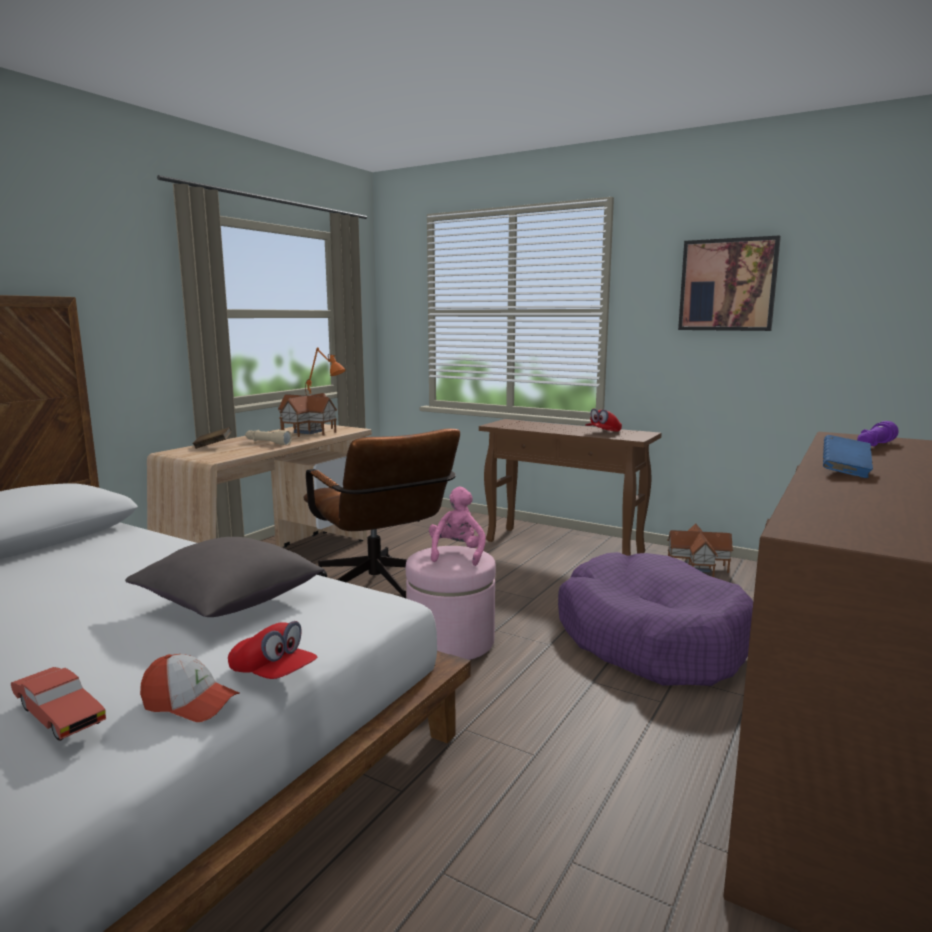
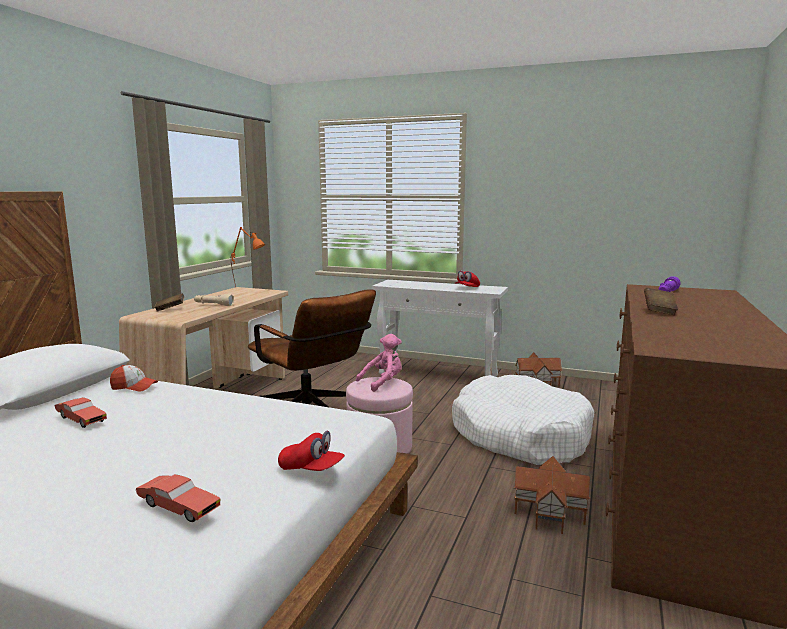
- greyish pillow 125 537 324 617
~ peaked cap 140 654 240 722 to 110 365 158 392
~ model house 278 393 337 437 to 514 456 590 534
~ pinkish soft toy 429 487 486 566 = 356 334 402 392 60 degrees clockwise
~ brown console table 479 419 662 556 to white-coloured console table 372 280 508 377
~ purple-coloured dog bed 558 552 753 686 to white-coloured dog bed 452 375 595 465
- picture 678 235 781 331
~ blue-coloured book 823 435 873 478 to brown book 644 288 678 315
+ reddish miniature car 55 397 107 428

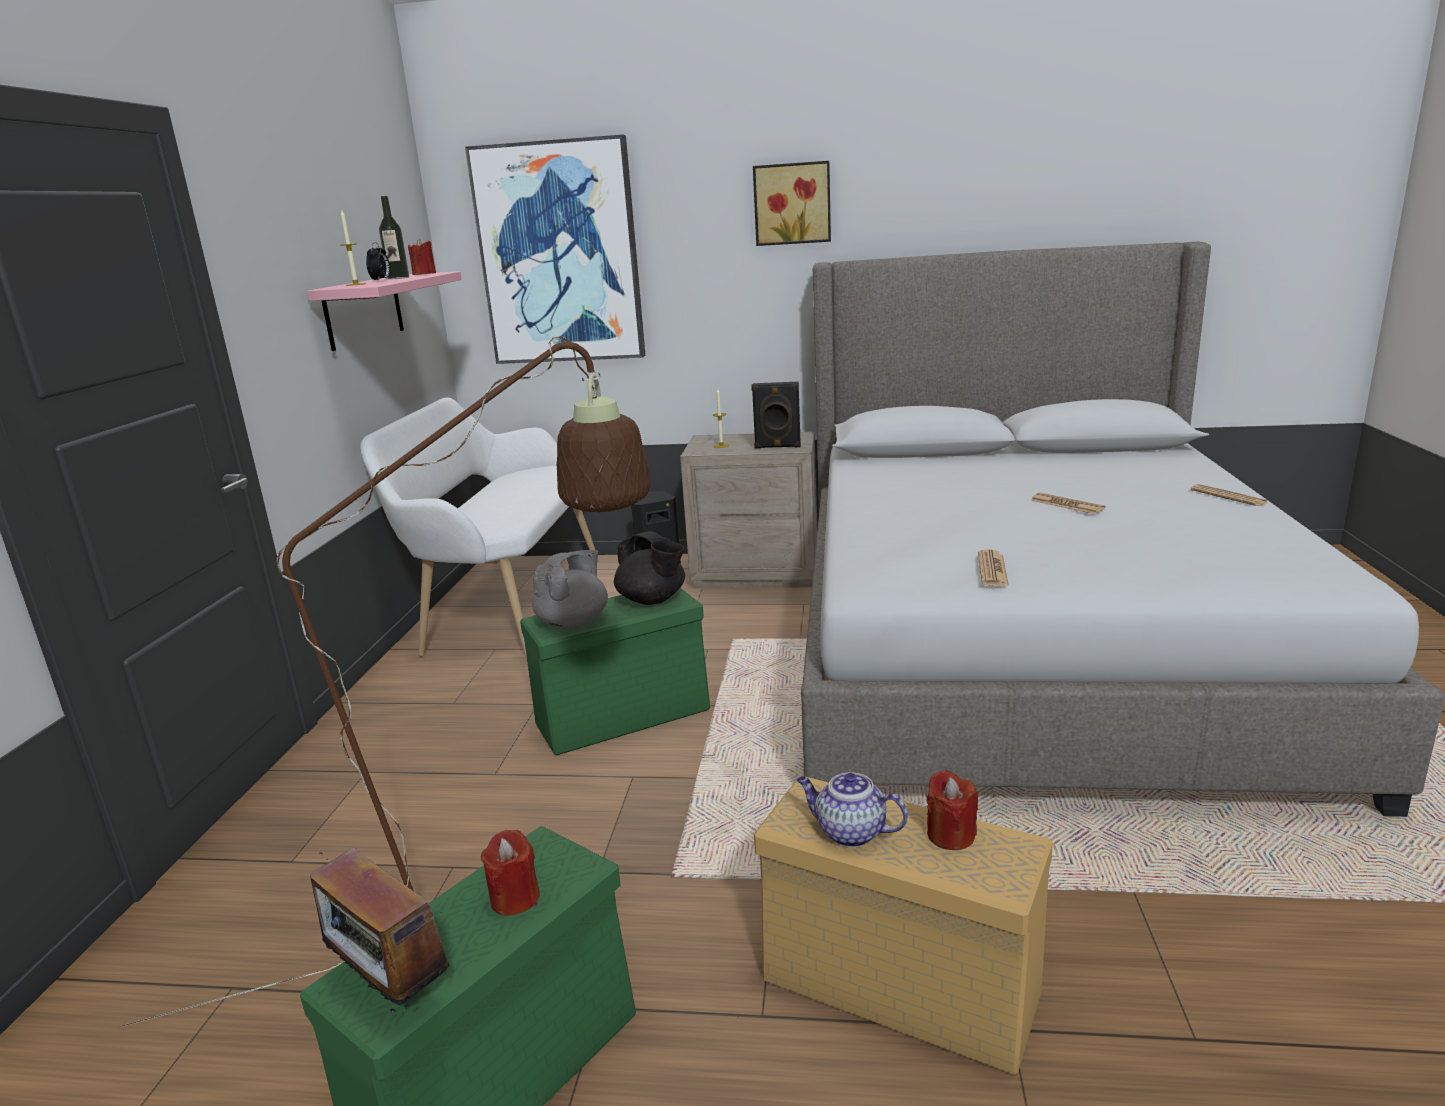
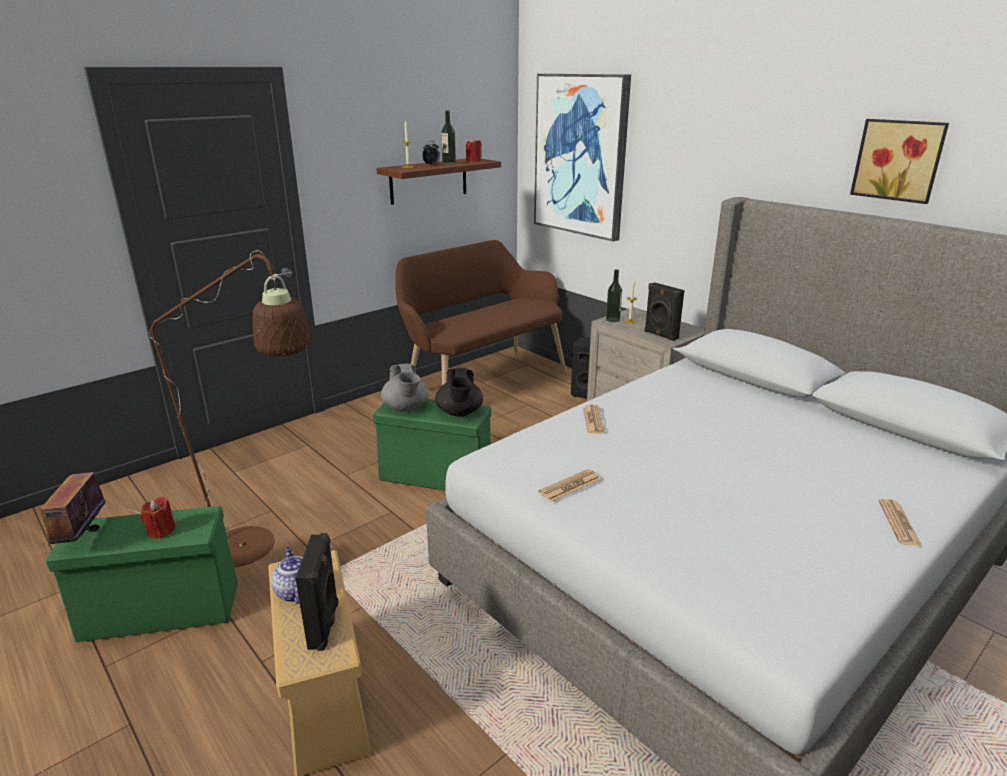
~ pinkish bracket shelf 307 271 462 351 to brown bracket shelf 376 159 501 205
~ white-coloured long seat 360 397 599 660 to brown long seat 395 240 567 385
~ greyish pot for tea 532 550 608 628 = 381 364 429 412 90 degrees clockwise
~ picture 753 161 831 246 to 850 119 949 204
~ reddish wax candle 927 770 978 850 to blackish loudspeaker 296 533 339 651
~ newspaper 1030 493 1106 514 to 583 404 605 434
+ beverage bottle 606 269 622 322

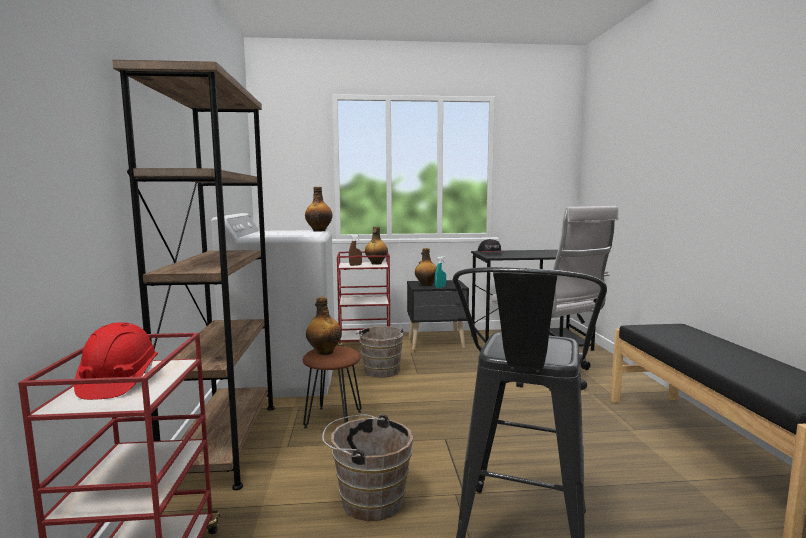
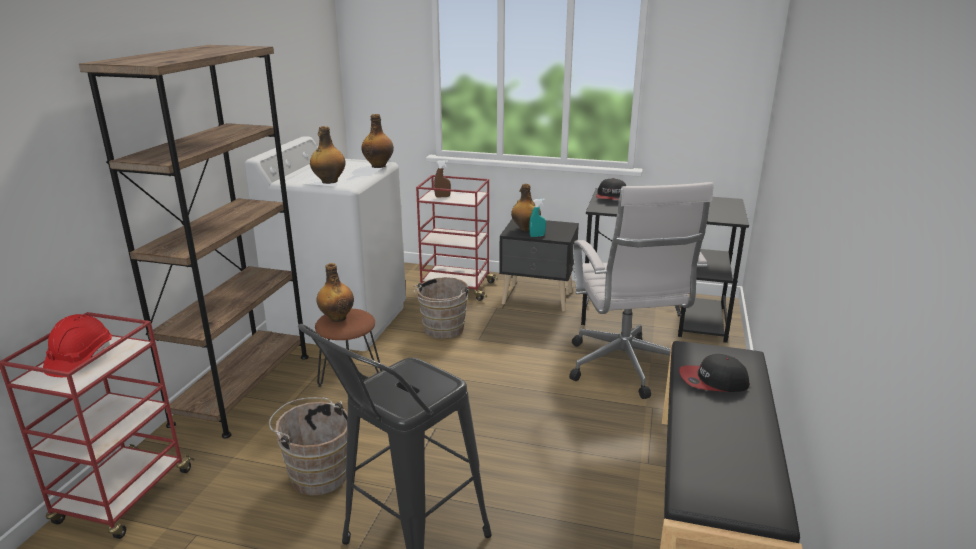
~ beverage bottle 365 227 388 265 to 310 126 346 184
+ peaked cap 679 354 750 392

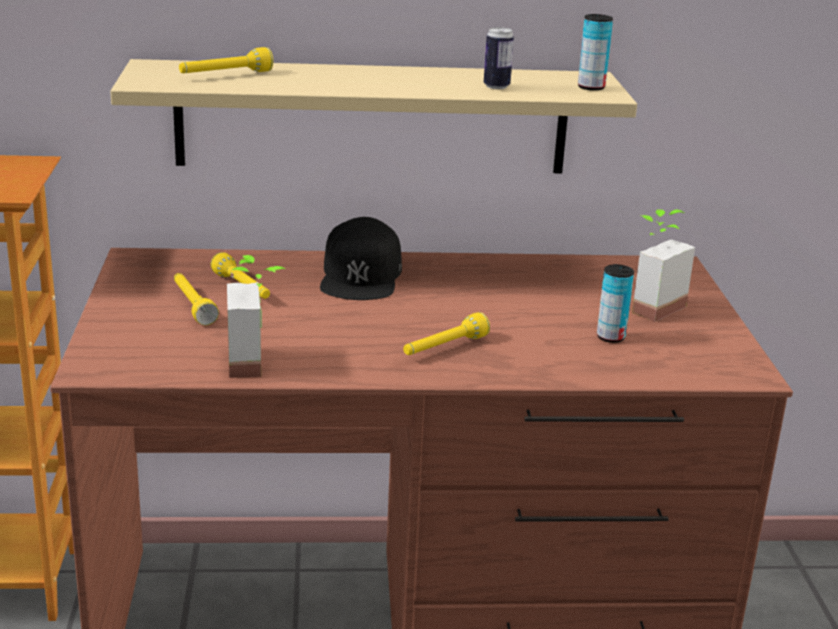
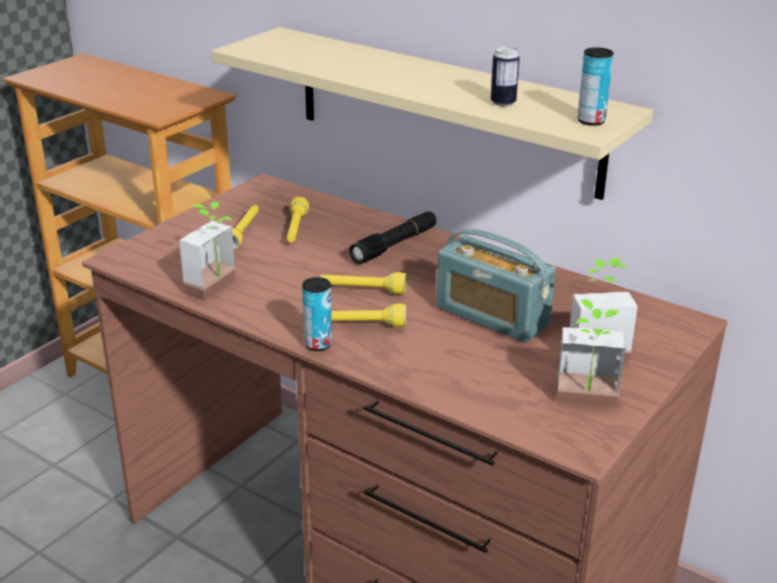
~ yellow-coloured flashlight 179 47 273 73 to 320 272 406 294
~ blackish peaked cap 320 217 402 300 to blackish flashlight 349 212 436 264
~ sealed can 597 264 634 343 to 302 277 332 351
+ radio receiver 436 229 556 343
+ plant in a pot 556 299 626 408

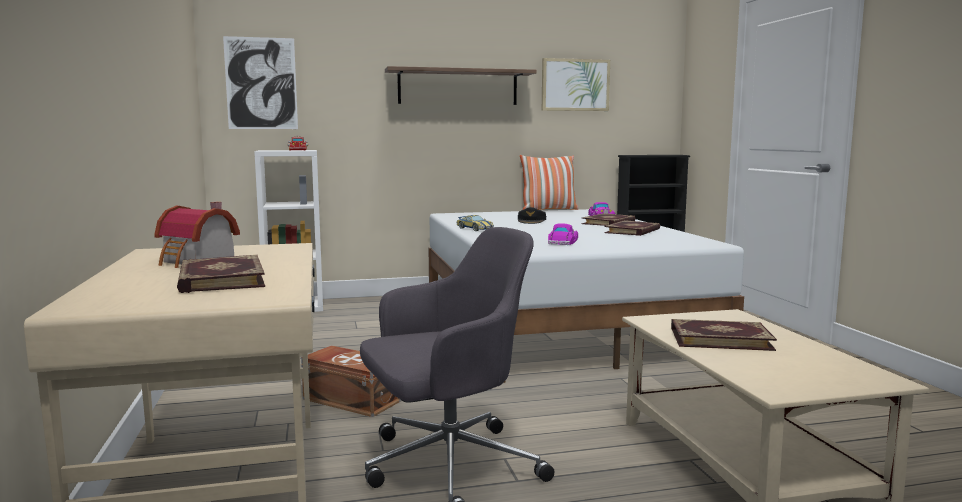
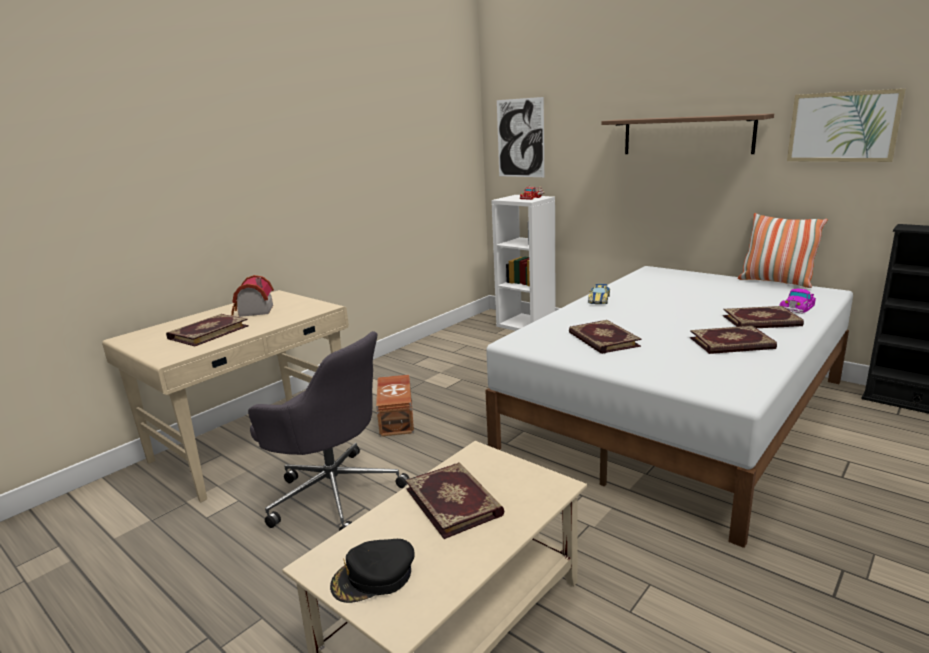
~ blackish peaked cap 518 207 546 224 to 330 539 415 603
~ miniature car 548 223 578 245 to book 569 320 641 354

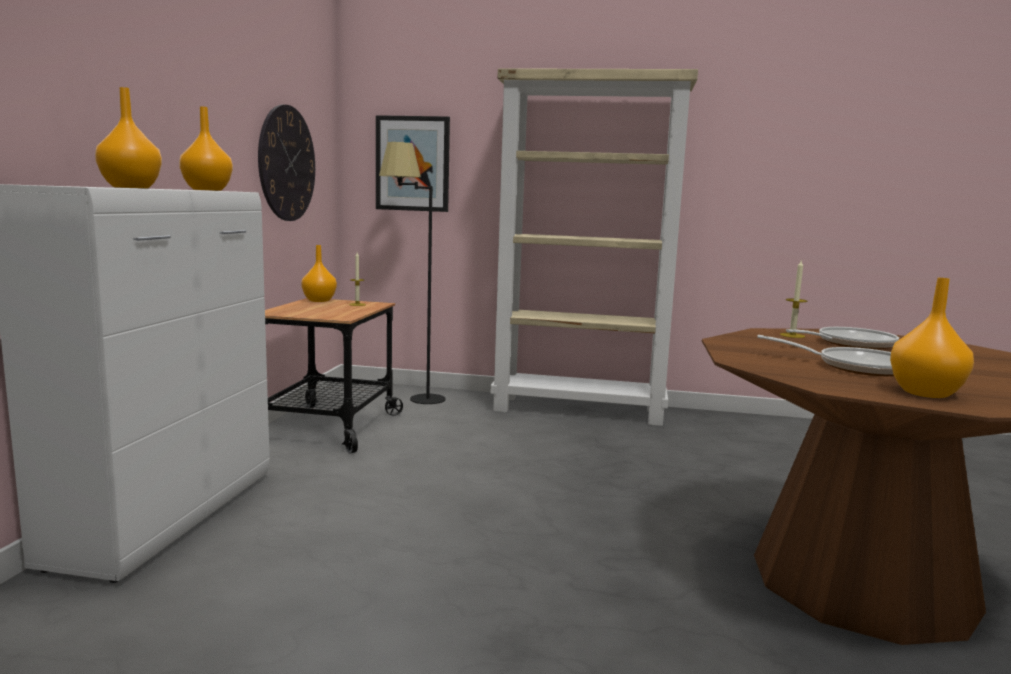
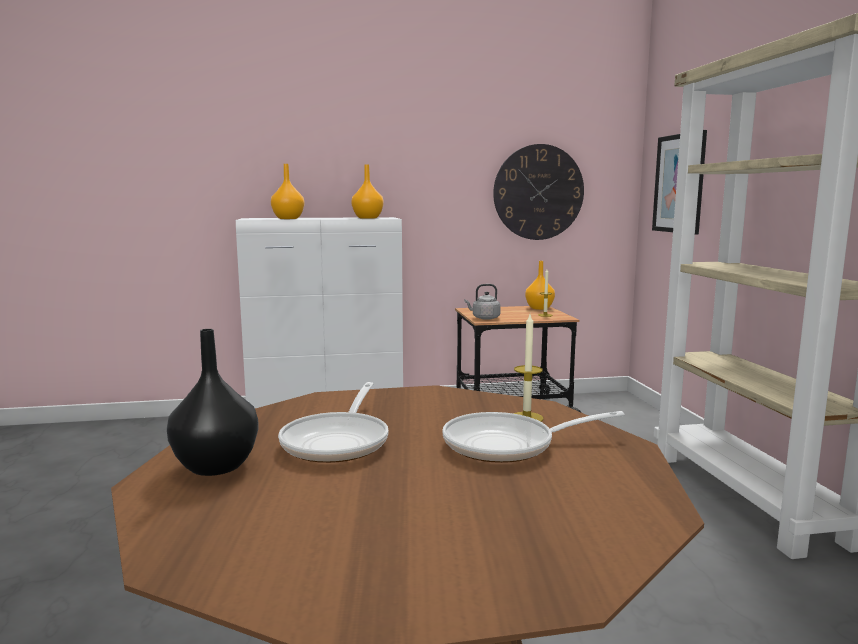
- blackish floor lamp 379 142 446 404
~ pan 786 327 899 350 = 442 411 625 463 120 degrees clockwise
~ orange decorative vase 890 278 974 398 to blackish decorative vase 167 329 259 476
+ greyish tea kettle 464 284 501 320

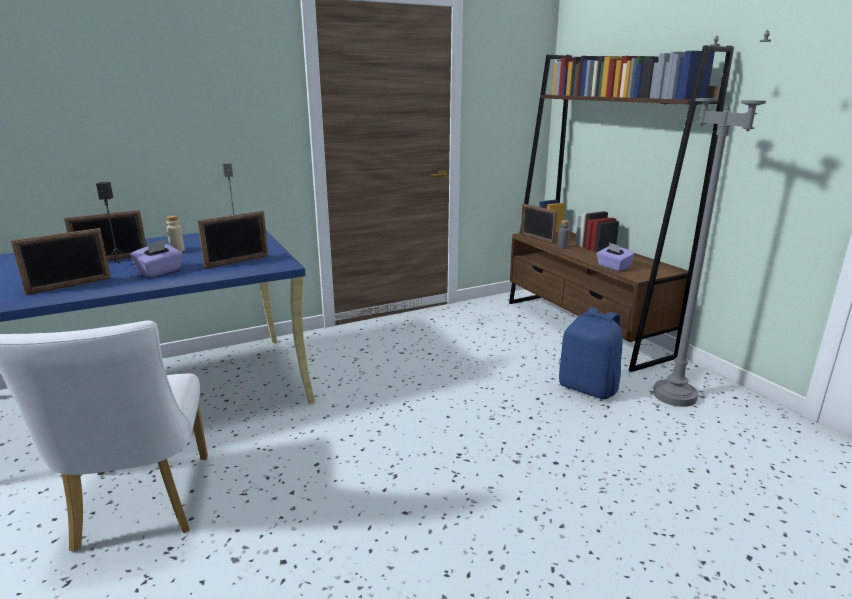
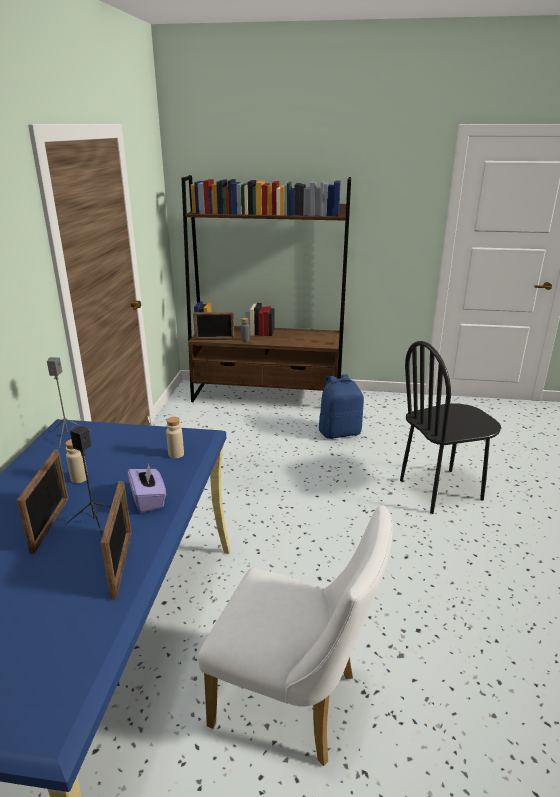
~ picture frame 197 211 268 269 to sand-coloured beverage bottle 166 417 184 459
- purple-coloured tissue box 597 242 635 271
- greyish floor lamp 653 30 771 407
+ blackish plain chair 400 341 501 514

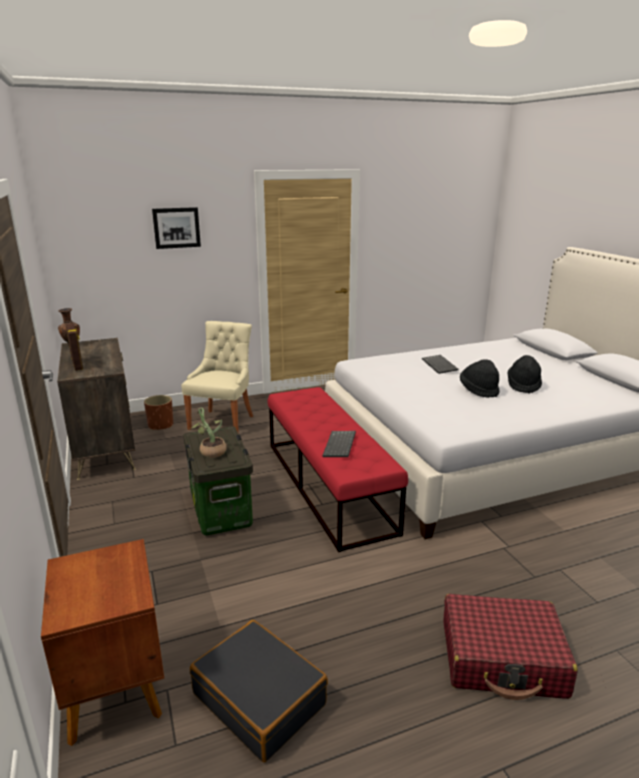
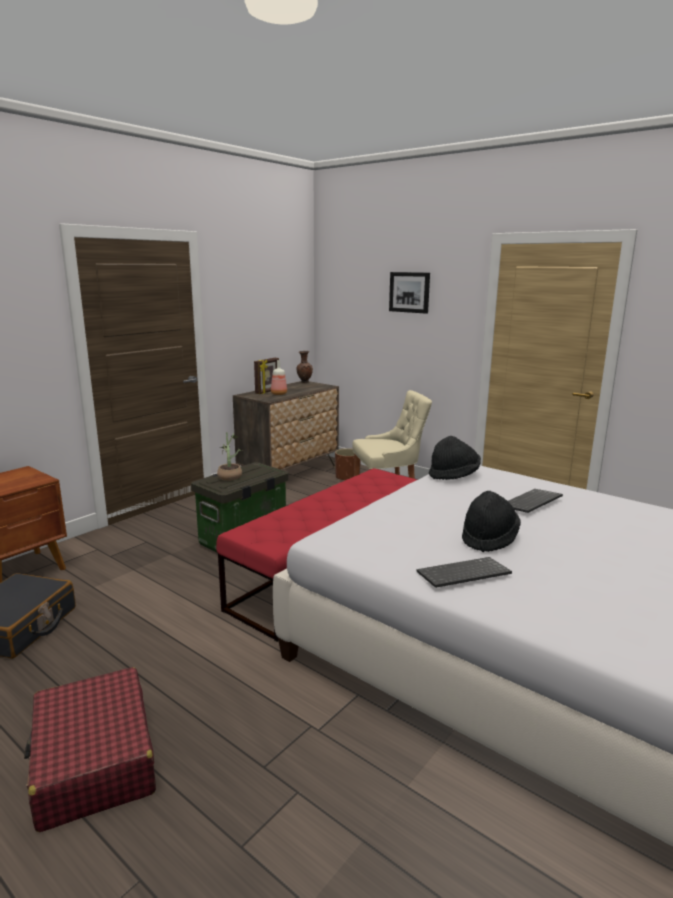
~ keyboard 322 431 356 457 to 417 557 512 588
~ blackish hat 508 355 542 394 to 429 436 481 480
+ beverage bottle 271 360 287 395

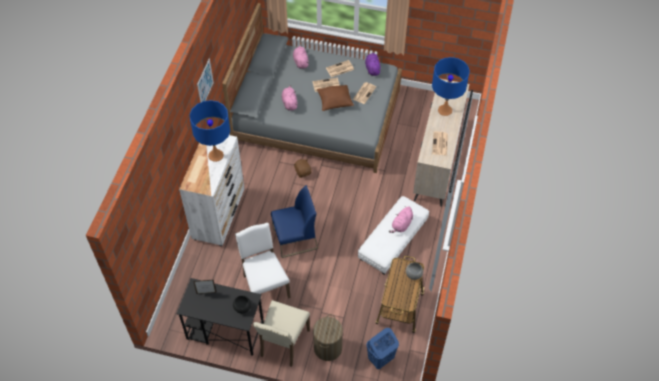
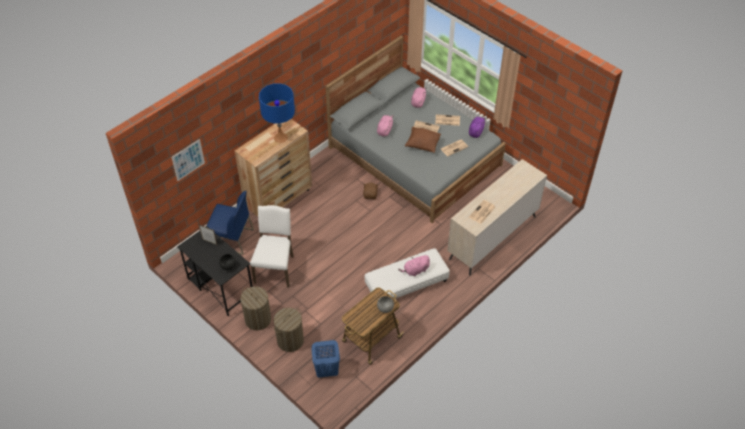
~ white-coloured drawer chest 179 135 245 246 to brown drawer chest 234 119 312 217
~ picture 197 58 214 103 to 172 139 205 181
~ sand-coloured plain chair 253 300 310 367 to laundry basket 240 286 271 330
~ blue-coloured plain chair 271 185 318 258 to 207 191 254 255
- blue-coloured table lamp 432 57 470 116

